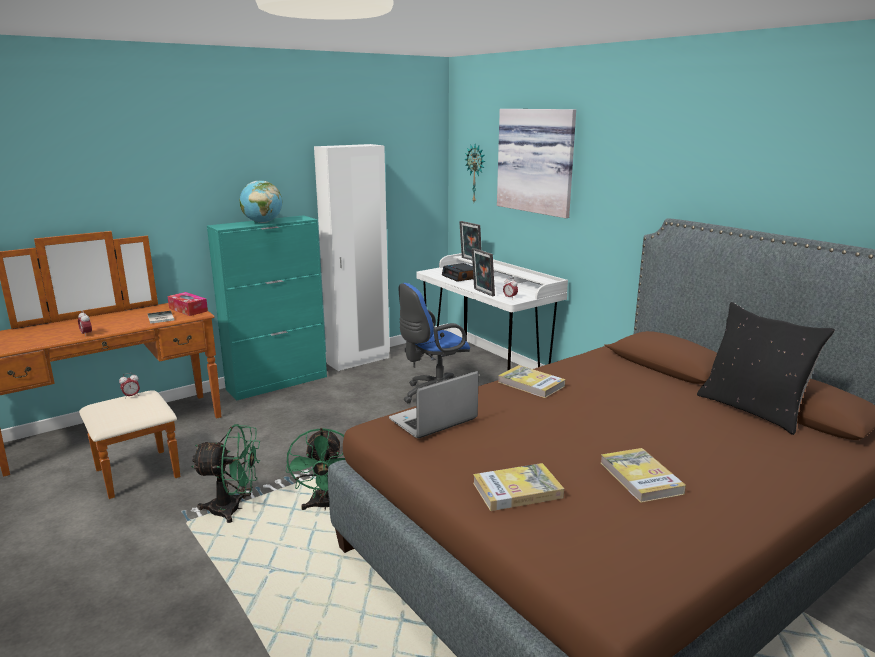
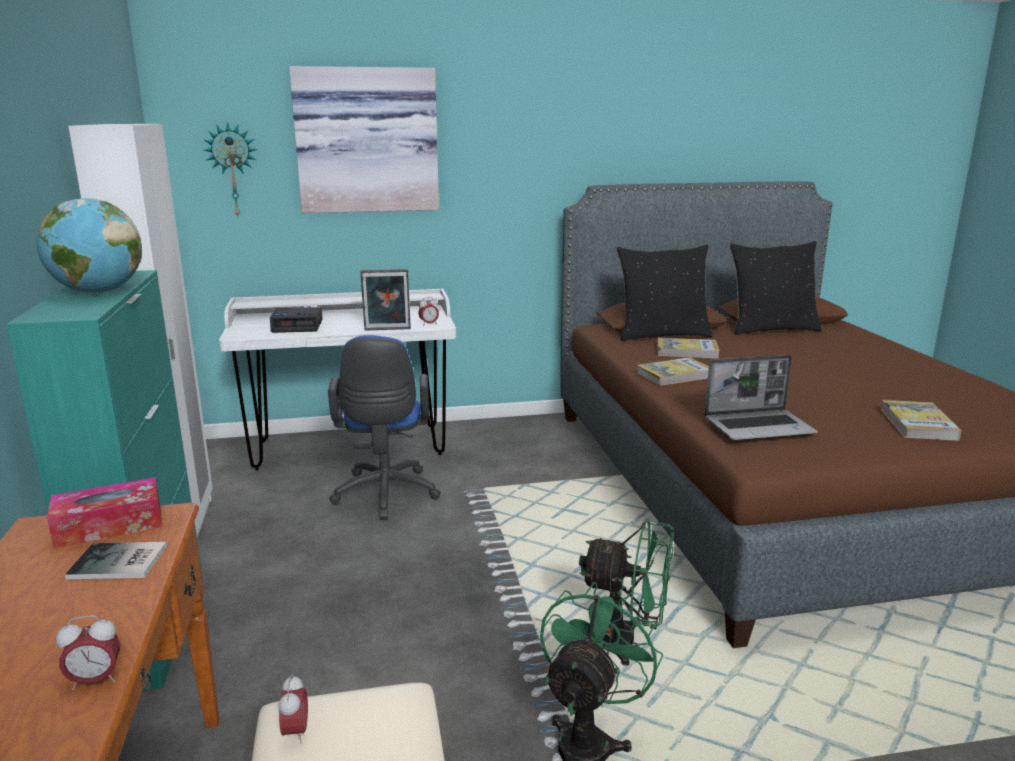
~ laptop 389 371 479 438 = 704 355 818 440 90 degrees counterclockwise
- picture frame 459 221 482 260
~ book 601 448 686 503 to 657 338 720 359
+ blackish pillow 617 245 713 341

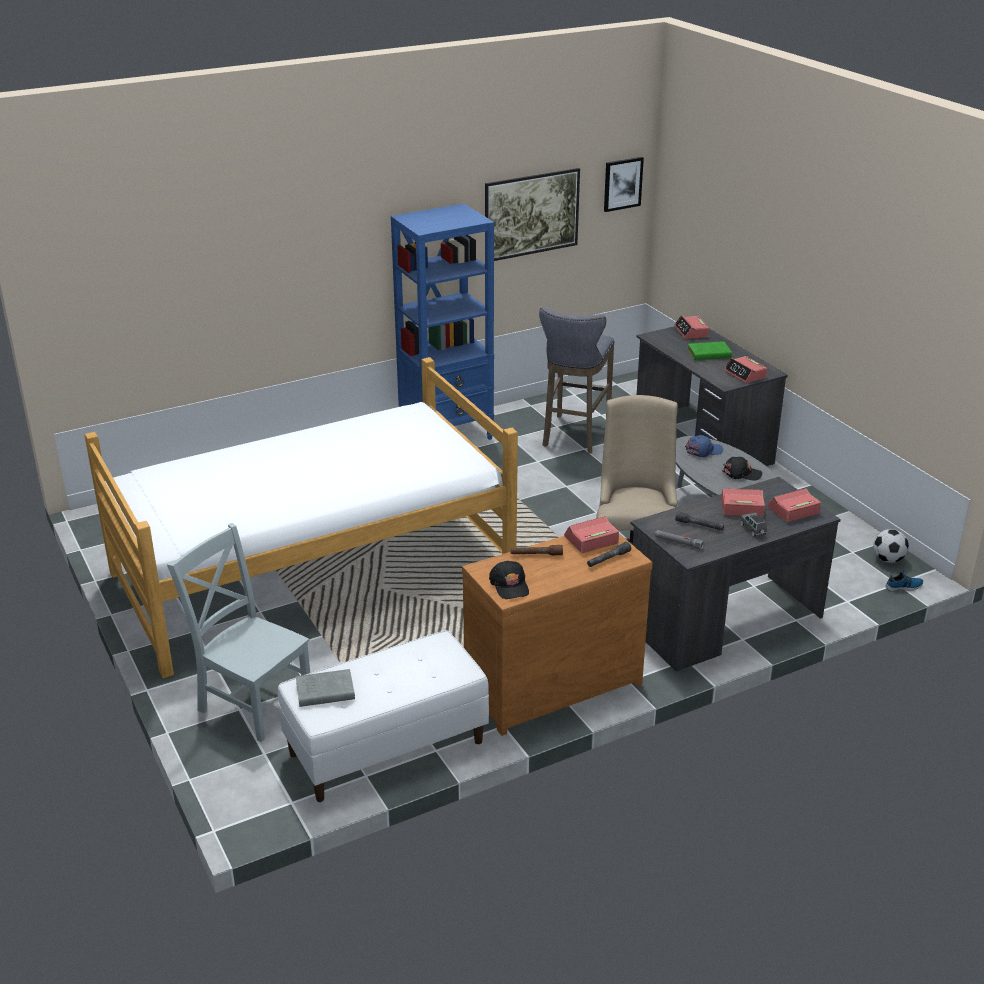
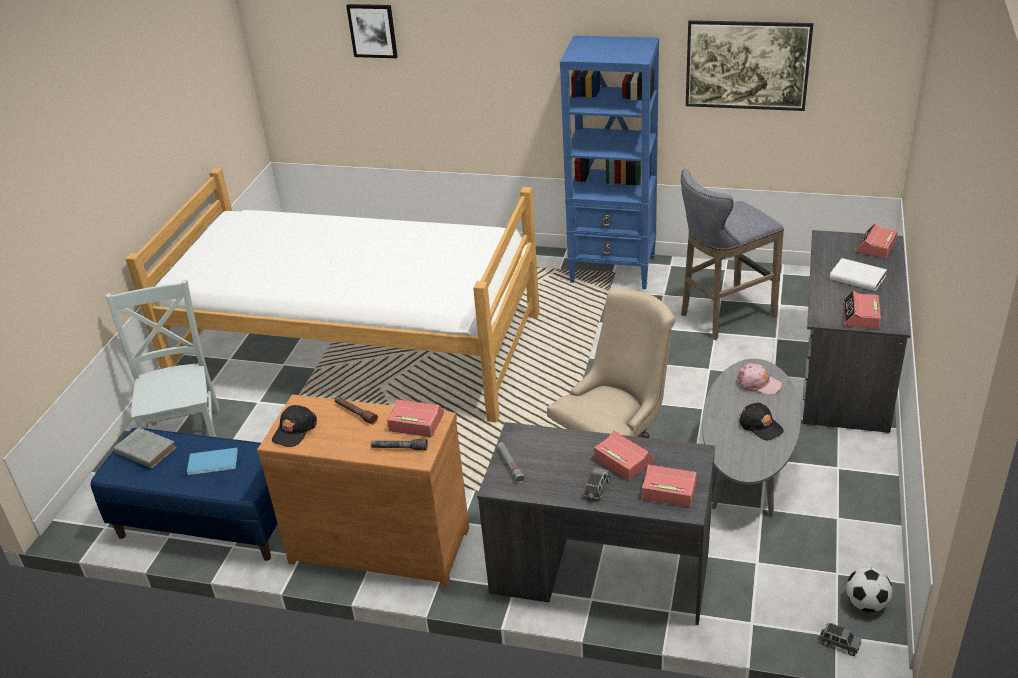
~ white-coloured long seat 278 630 489 802 to blue-coloured long seat 90 428 278 561
~ picture 604 157 644 212 to 346 4 398 58
- greyish flashlight 675 511 724 530
~ blue-coloured peaked cap 685 435 723 457 to pinkish peaked cap 737 363 782 395
~ green-coloured book 687 341 732 360 to white-coloured book 829 258 887 291
~ shoe 885 570 923 591 to greyish miniature car 821 623 861 656
+ blue-coloured book 187 448 238 475

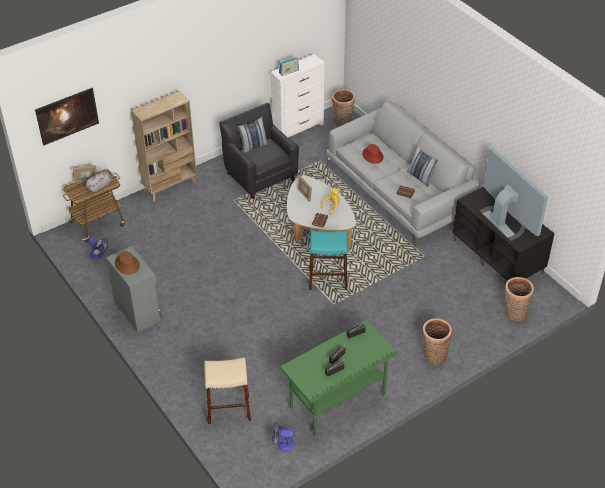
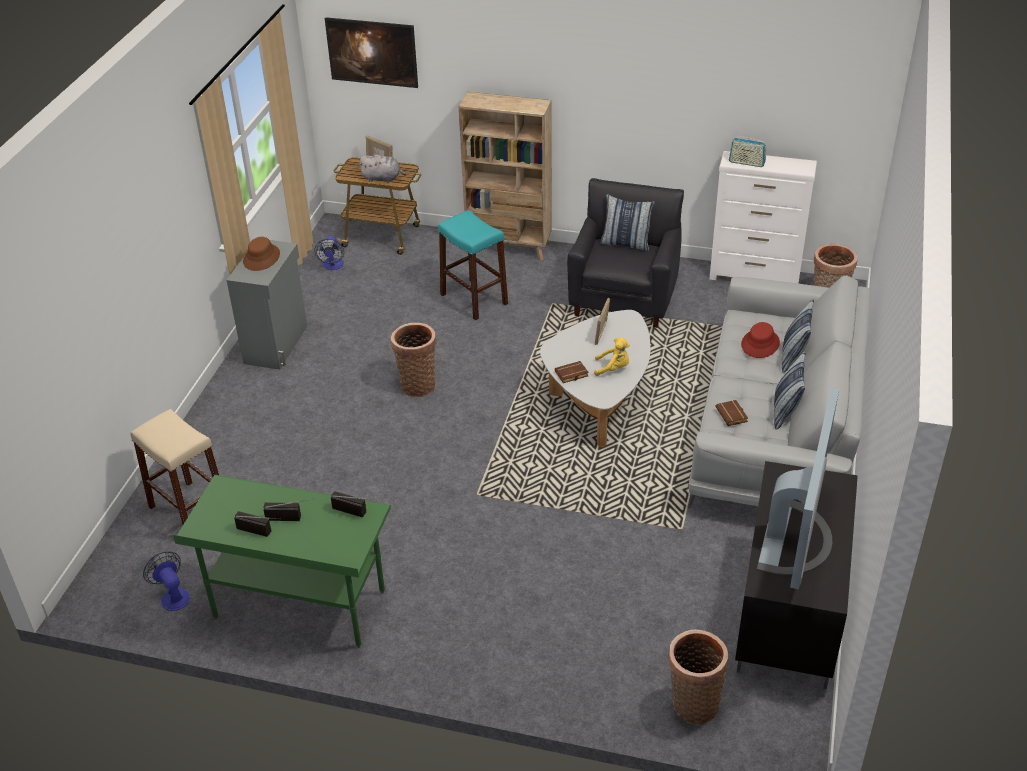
~ turquoise-coloured stool 309 231 348 290 to 438 210 508 320
~ household basket 422 318 452 365 to 391 323 436 397
+ pillow 782 299 814 372

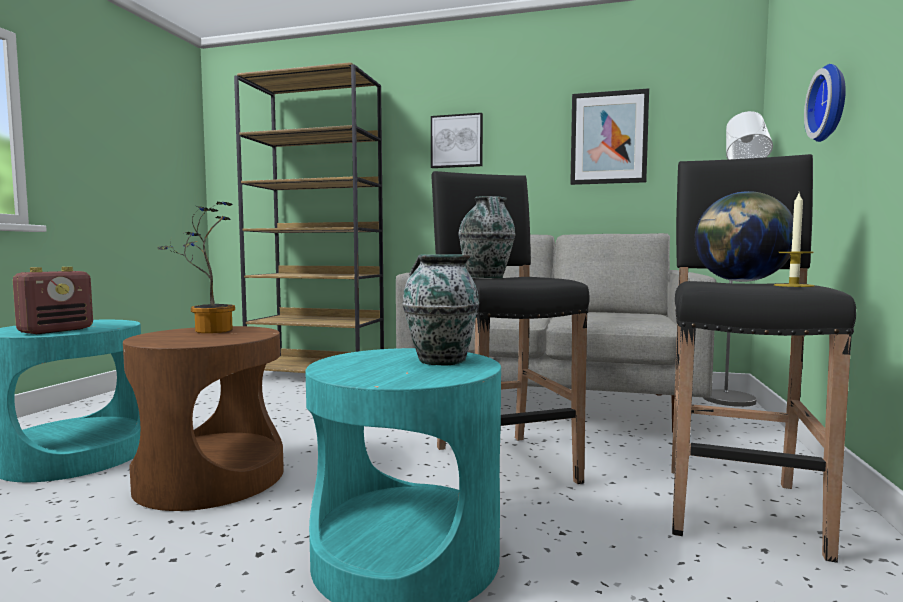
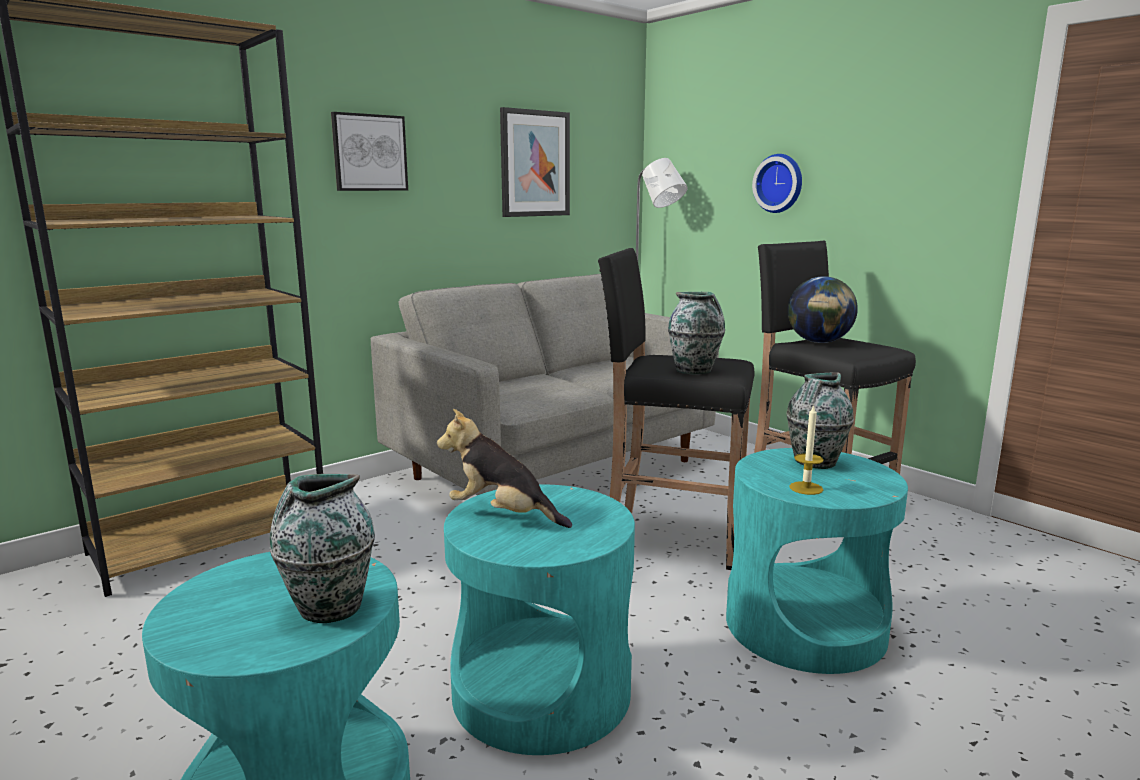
~ radio receiver 13 267 93 334 to decorative vase 270 474 375 623
~ brown end table 123 326 284 511 to turquoise-coloured end table 444 485 635 755
~ plant in a pot 157 201 235 333 to soft toy 437 409 572 528
~ wax candle 774 193 815 287 to 789 404 824 495

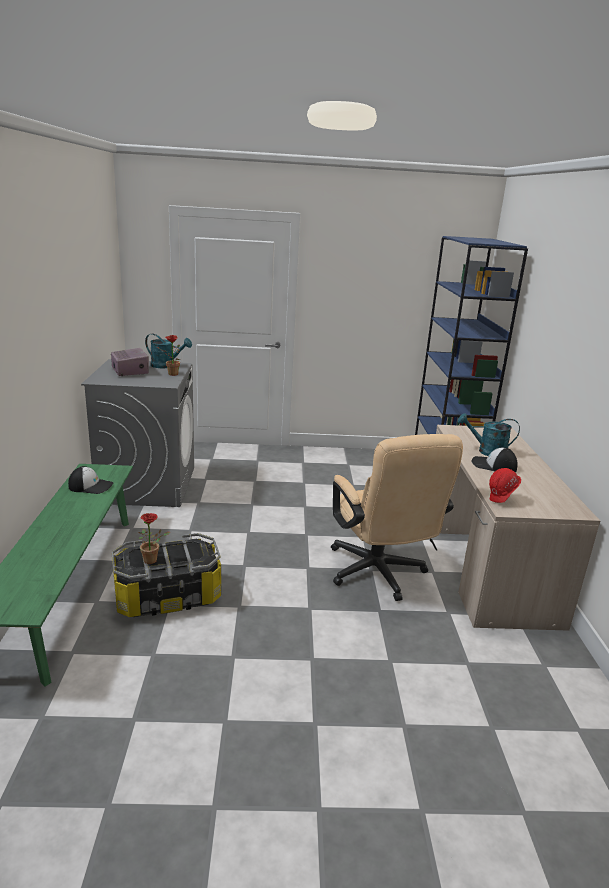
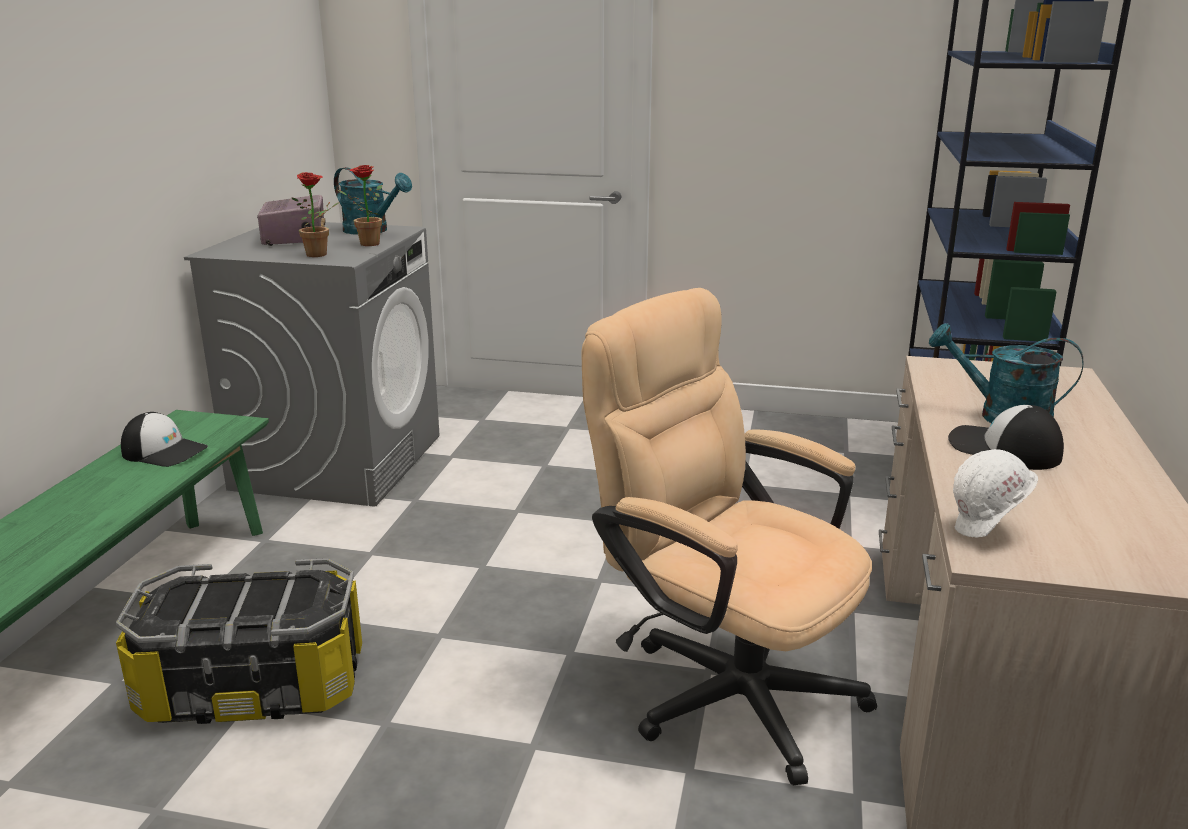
~ plant in a pot 138 513 170 564 to 291 172 340 257
~ sand-coloured desk chair 331 434 463 601 = 581 288 877 785 135 degrees clockwise
~ reddish hard hat 489 468 521 503 to white-coloured hard hat 953 449 1038 537

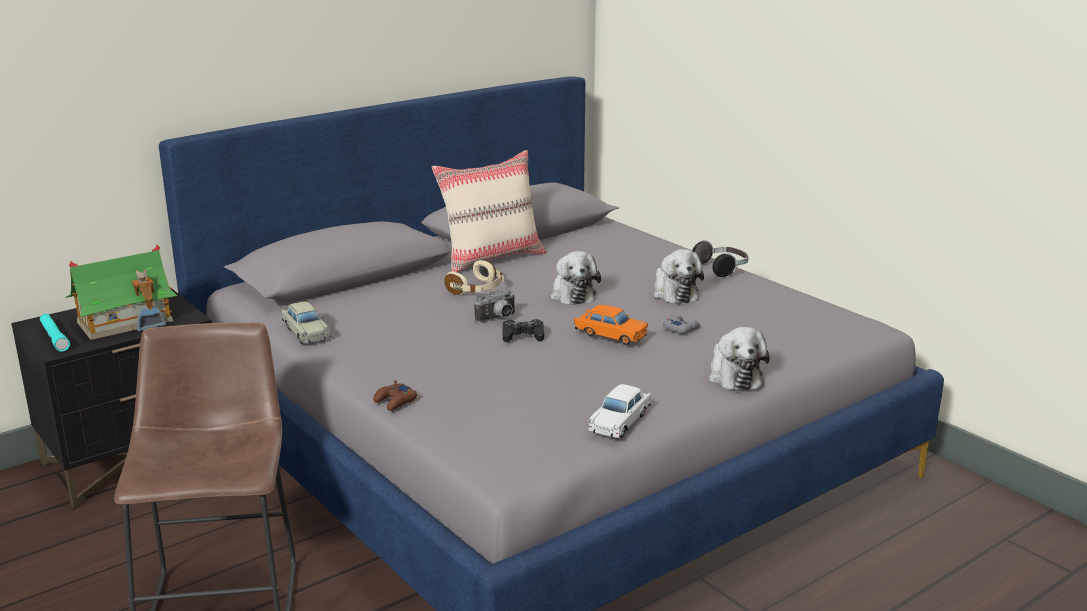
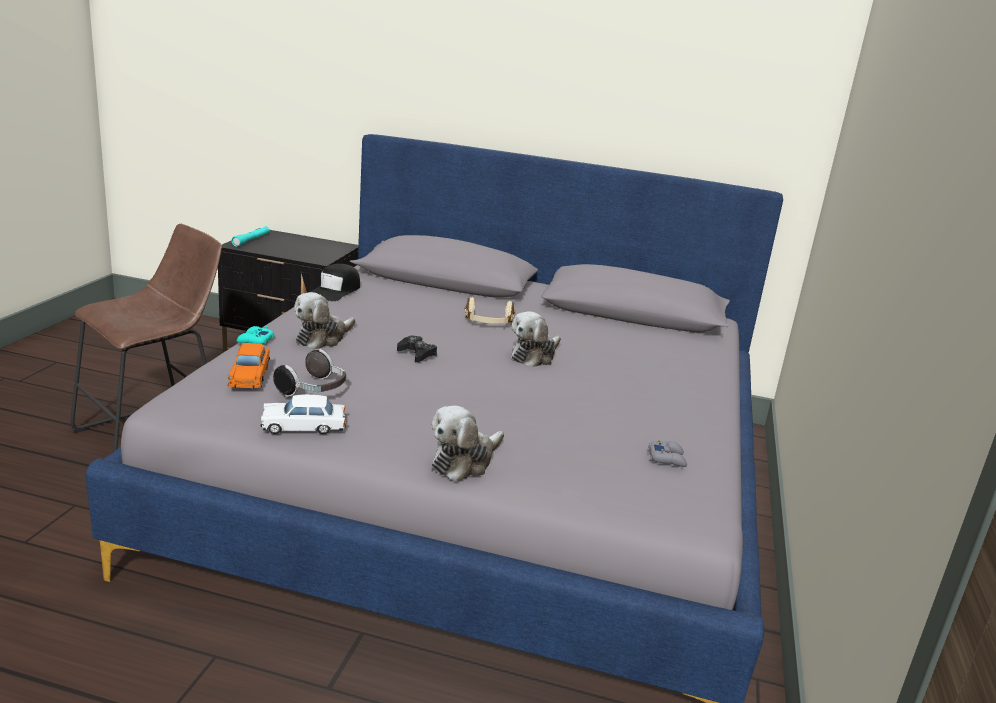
- model house 65 245 177 340
~ sand-coloured miniature car 282 301 331 344 to blackish peaked cap 311 264 360 301
~ brown game controller 373 380 417 411 to turquoise-coloured game controller 237 326 274 344
- sand-coloured pillow 432 150 546 272
- still camera 474 289 516 323
~ orange miniature car 574 305 648 345 to 228 343 270 389
~ soft toy 654 249 704 304 to 294 292 355 350
~ greyish game controller 663 314 700 334 to 648 441 687 467
~ pair of headphones 692 240 748 278 to 273 349 346 397

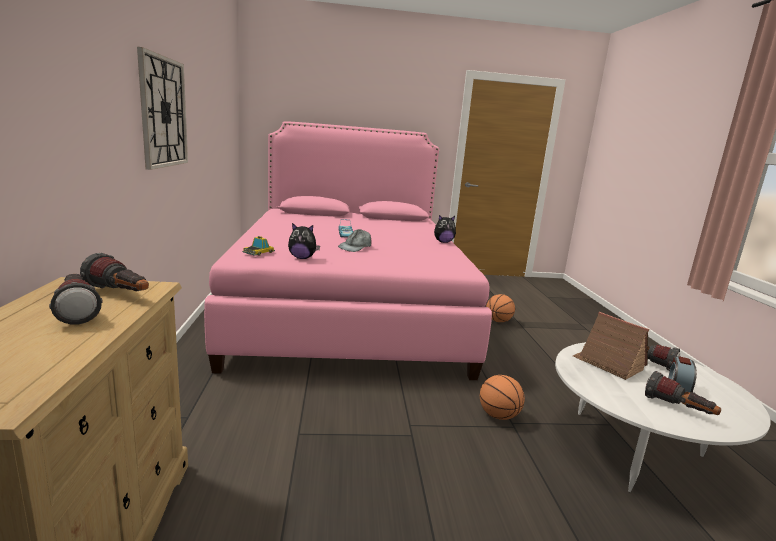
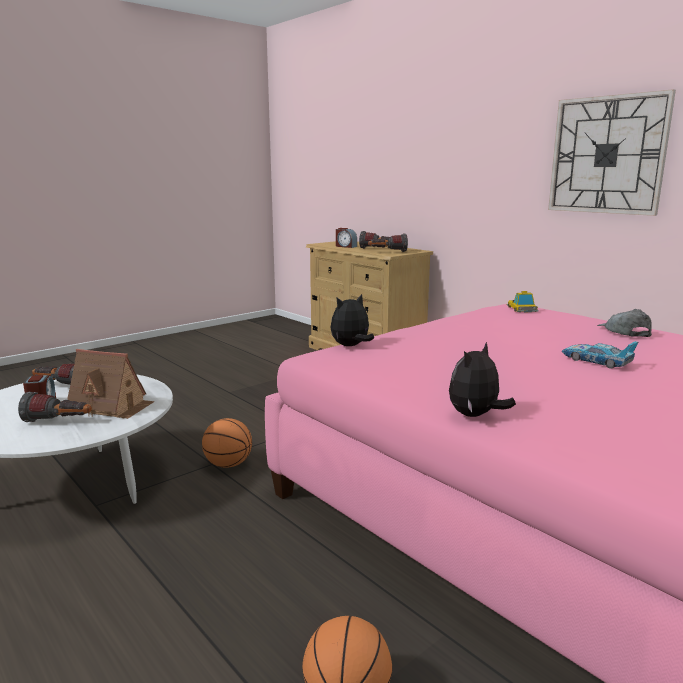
~ soft toy 288 223 320 259 to 331 294 374 346
~ greyish peaked cap 338 229 371 252 to 597 309 652 337
+ table clock 336 228 357 248

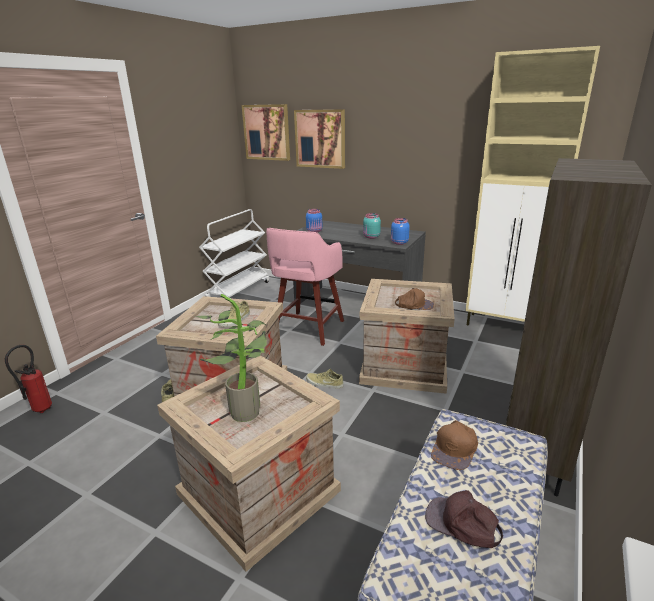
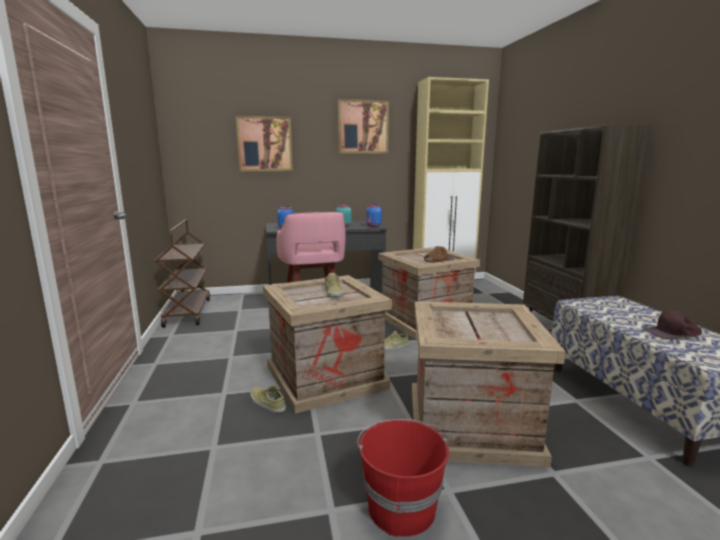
- fire extinguisher 5 345 52 413
- plant in a pot 195 294 267 422
~ white-coloured cart 199 209 269 297 to brown cart 154 220 210 328
~ picture 242 104 290 161 to 338 99 389 154
- brown peaked cap 431 420 478 470
+ reddish bucket 357 419 449 537

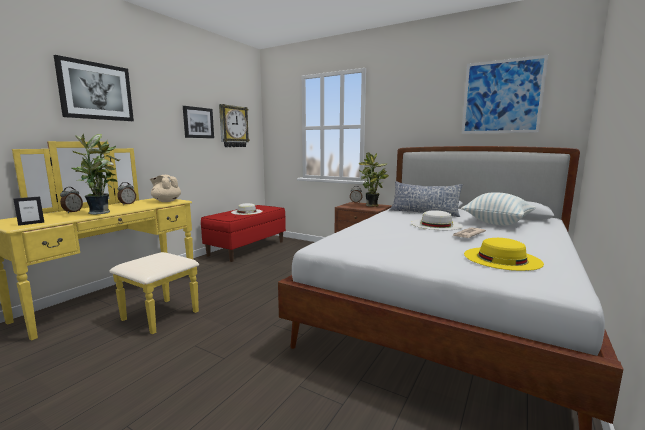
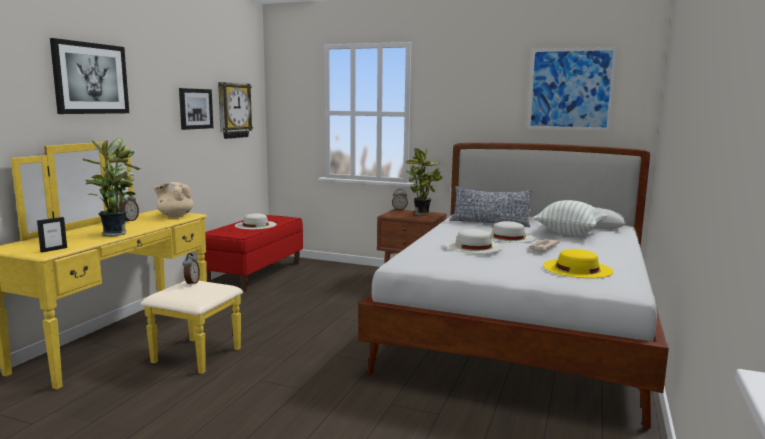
~ table clock 60 187 83 213 to 183 253 200 286
+ white-coloured hat 444 229 504 253

